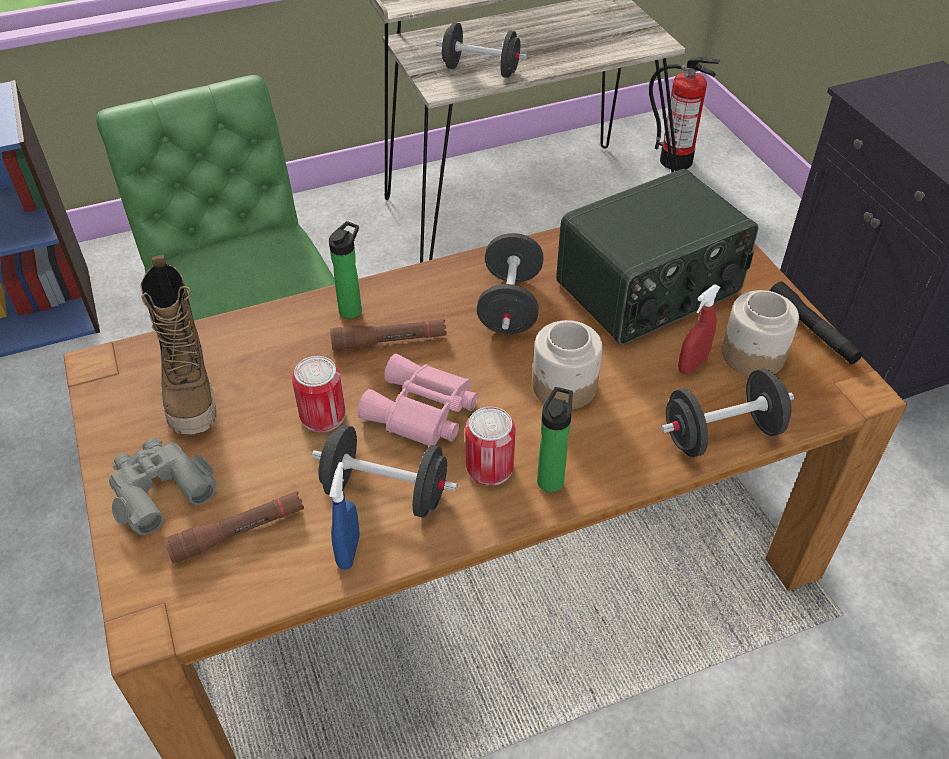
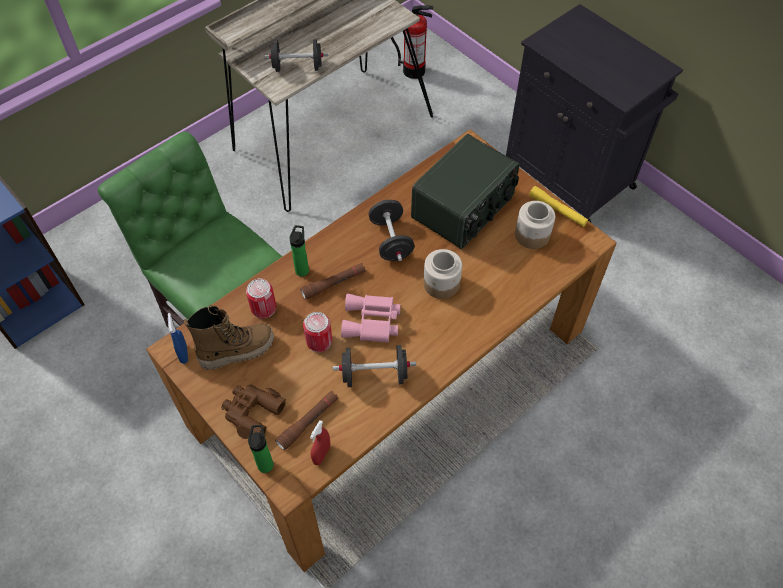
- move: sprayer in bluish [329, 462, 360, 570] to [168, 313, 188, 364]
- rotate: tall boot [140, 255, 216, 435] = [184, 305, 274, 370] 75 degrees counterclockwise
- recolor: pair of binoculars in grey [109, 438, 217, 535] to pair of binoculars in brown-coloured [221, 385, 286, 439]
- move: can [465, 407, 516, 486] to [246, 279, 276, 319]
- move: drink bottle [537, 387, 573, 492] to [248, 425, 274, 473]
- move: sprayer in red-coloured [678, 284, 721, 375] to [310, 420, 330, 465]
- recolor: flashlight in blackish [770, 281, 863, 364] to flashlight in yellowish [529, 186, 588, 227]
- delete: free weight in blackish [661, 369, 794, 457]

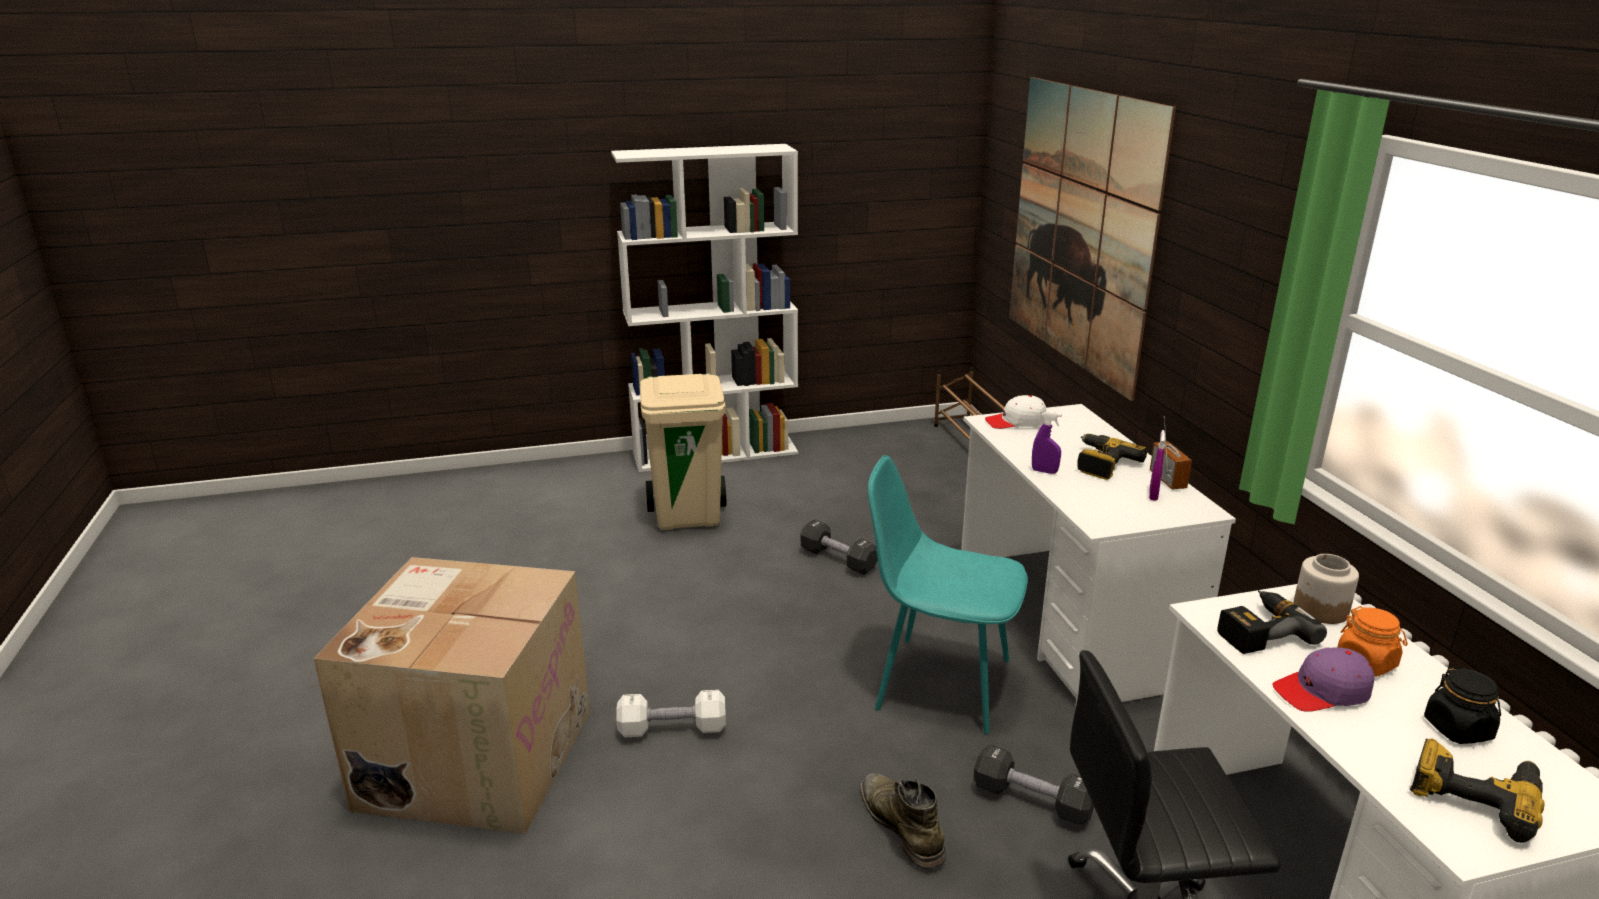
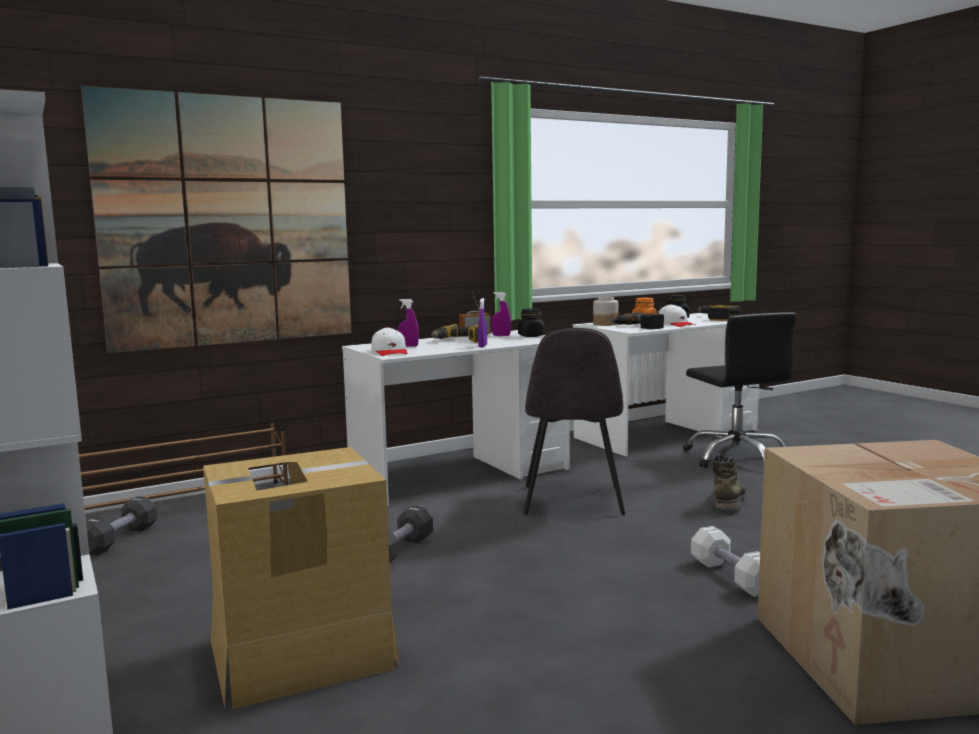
- move: free weight in blackish [974, 744, 1094, 826] to [86, 496, 157, 555]
- replace: rubbish bin in beige-coloured [640, 373, 726, 530] to packing box [203, 447, 400, 710]
- insert: sprayer in purple-coloured [398, 299, 419, 347]
- insert: preserve jar in blackish [518, 308, 545, 337]
- recolor: chair in turquoise-coloured [868, 455, 1028, 734] to chair in grey [524, 328, 625, 515]
- recolor: cap in purple-coloured [1272, 647, 1375, 712] to cap in white [658, 304, 695, 327]
- rotate: tall boot in green [861, 773, 946, 870] = [713, 454, 746, 510] 150 degrees clockwise

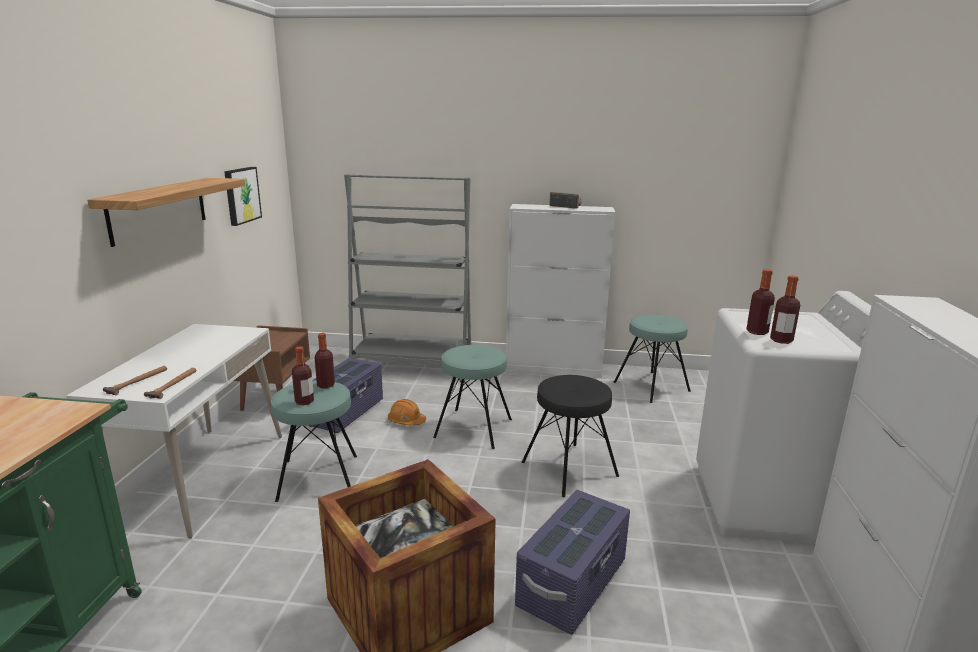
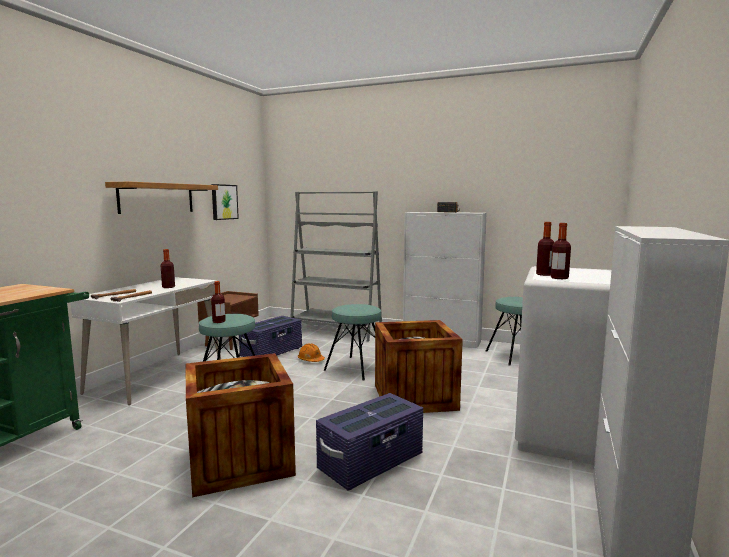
- move: drink bottle [314, 333, 335, 389] to [160, 249, 175, 288]
- replace: stool in blackish [522, 375, 619, 497] to shipping crate [375, 320, 463, 413]

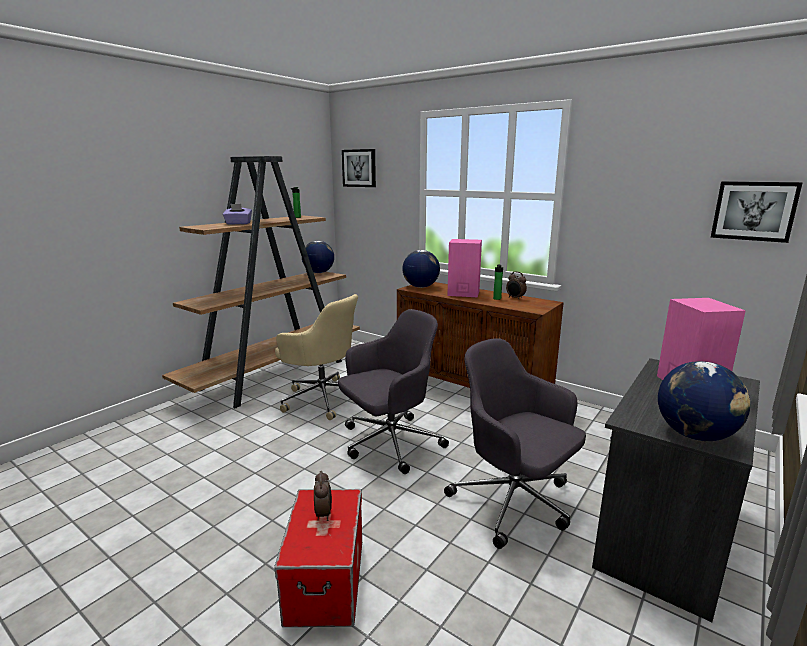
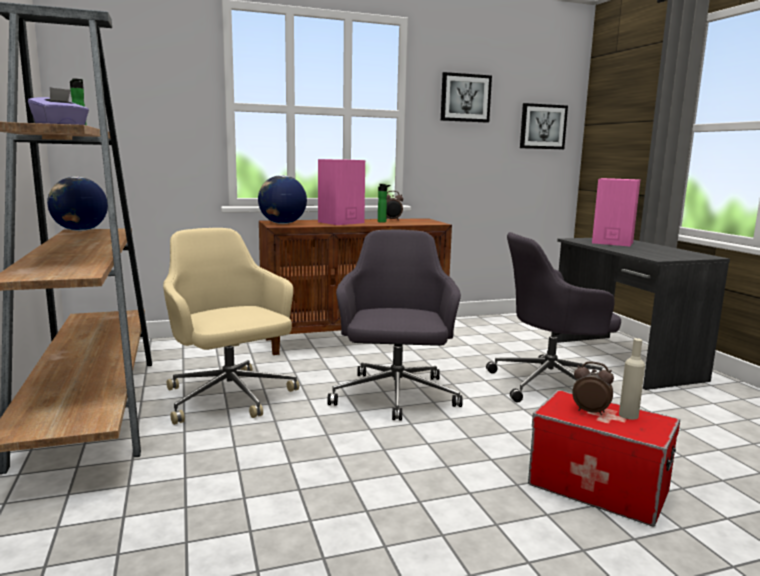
- rotate: office chair in beige-coloured [275, 294, 358, 420] = [163, 228, 299, 425] 105 degrees counterclockwise
- move: picture [342, 149, 376, 187] to [441, 72, 492, 123]
- insert: drink bottle in beige-coloured [619, 338, 645, 420]
- delete: desk globe [658, 361, 750, 441]

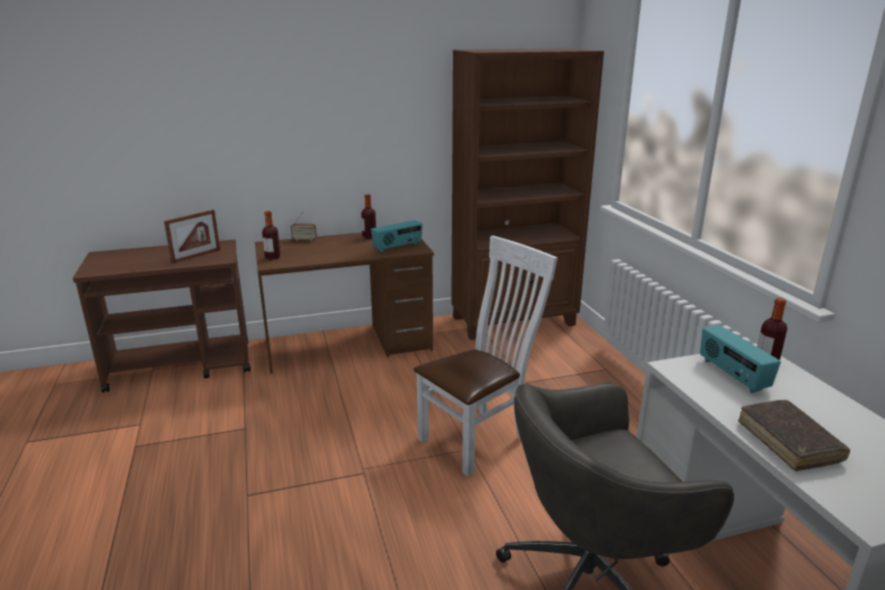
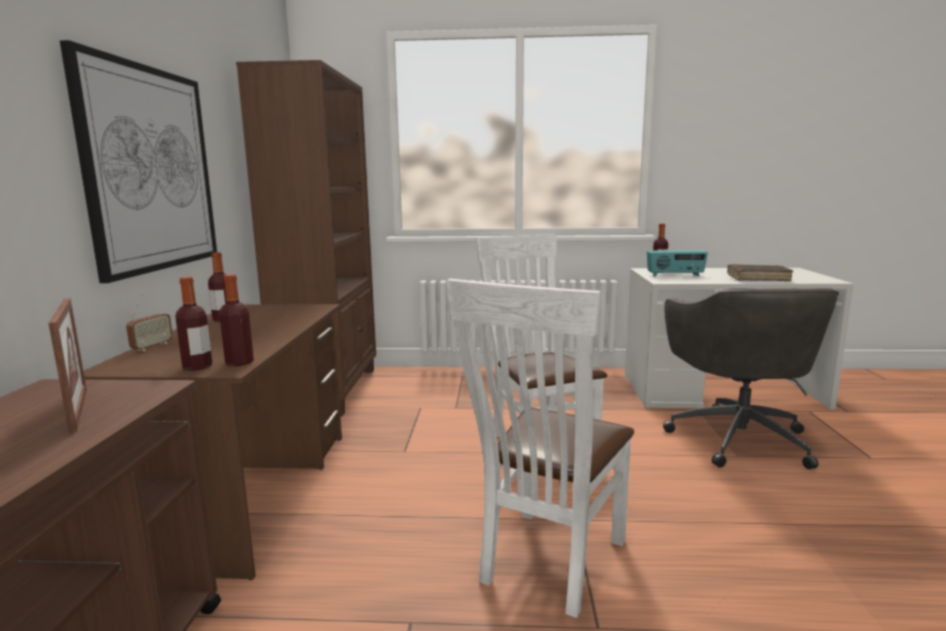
- insert: picture [60, 40, 217, 283]
- insert: drink bottle [219, 274, 254, 366]
- insert: chair in white [446, 279, 634, 618]
- delete: radio [371, 220, 423, 253]

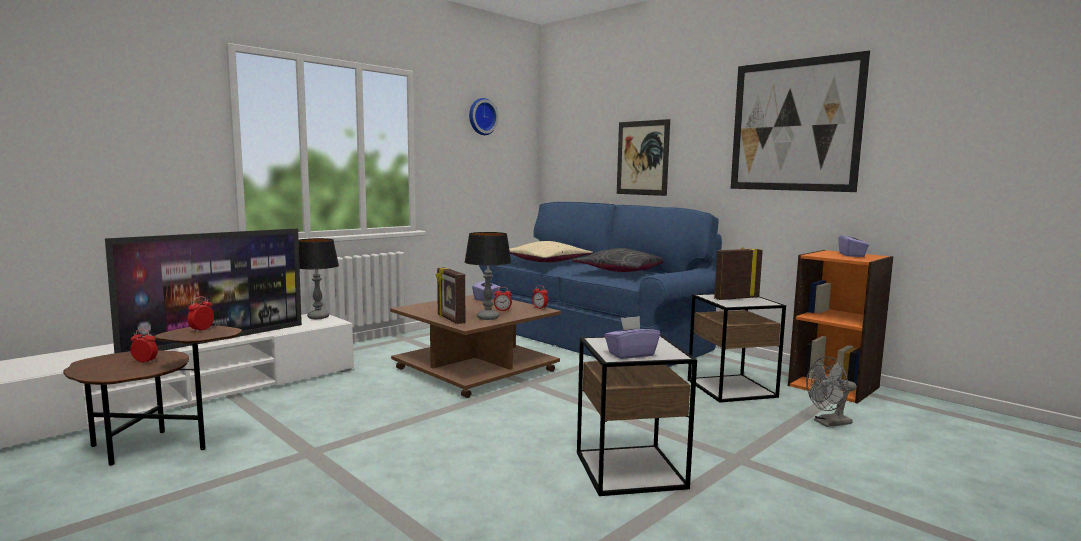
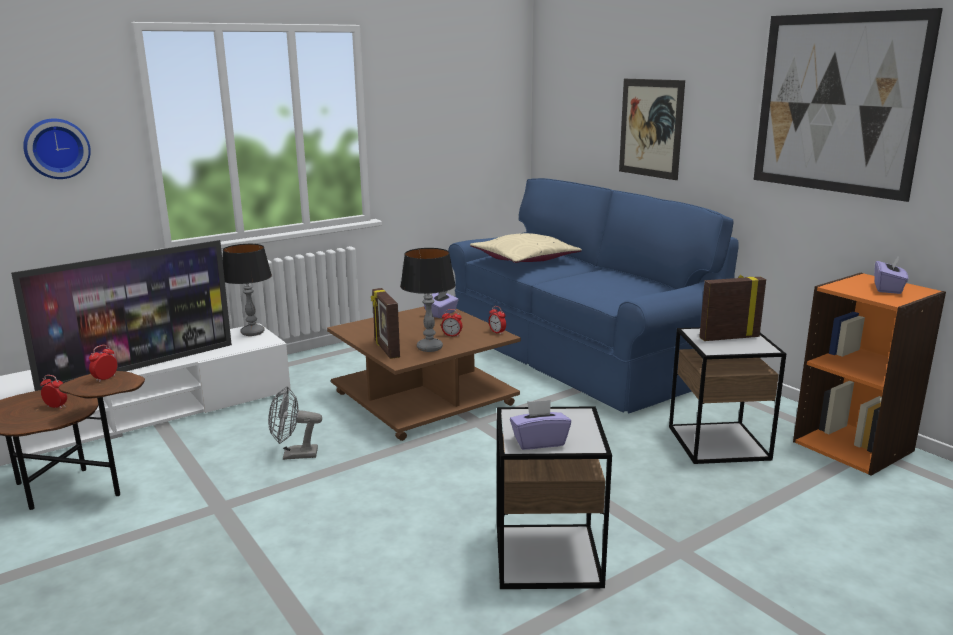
- move: clock on the wall [469, 98, 499, 135] to [23, 118, 91, 179]
- move: electric fan in grey [806, 357, 857, 427] to [268, 386, 322, 460]
- delete: cushion in grey [572, 248, 663, 272]

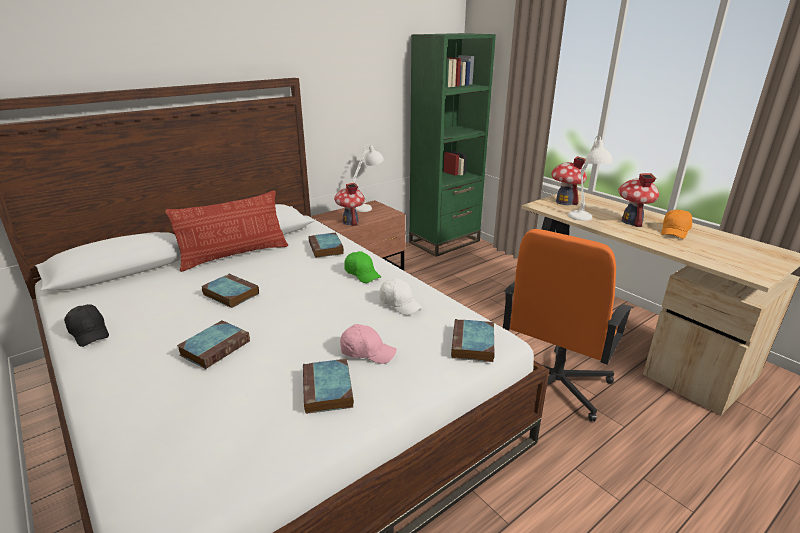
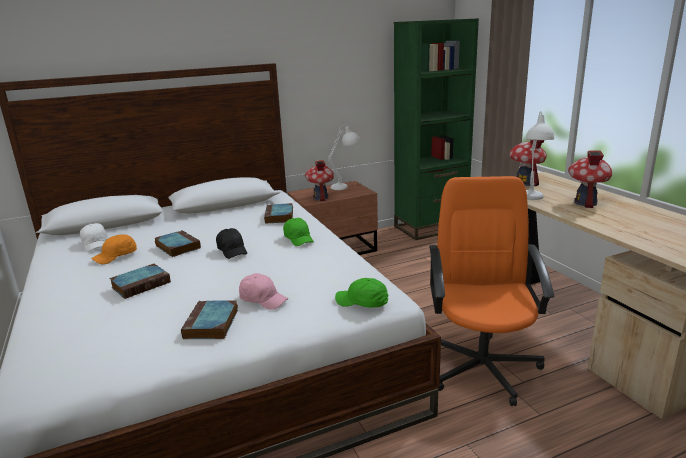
- move: cap in white [379, 278, 423, 315] to [80, 223, 108, 252]
- move: cap in orange-coloured [661, 210, 692, 239] to [91, 234, 137, 264]
- move: cap in blackish [64, 304, 109, 347] to [216, 228, 247, 259]
- replace: volume [451, 319, 495, 362] to cap in green [335, 278, 388, 308]
- rotate: office chair in orange-coloured [503, 229, 633, 421] = [429, 176, 554, 406] 135 degrees clockwise
- delete: cushion [165, 190, 288, 272]

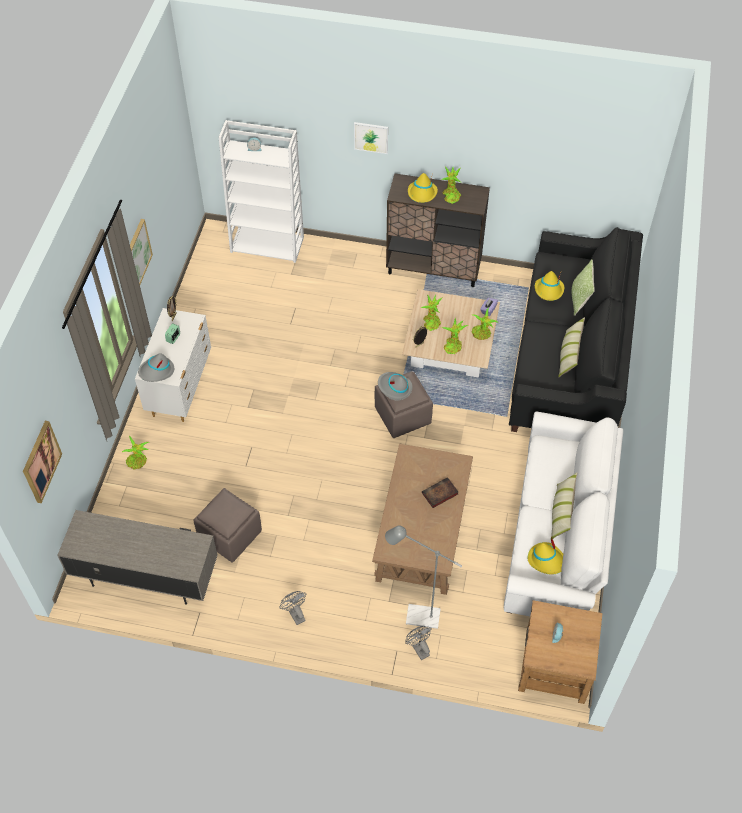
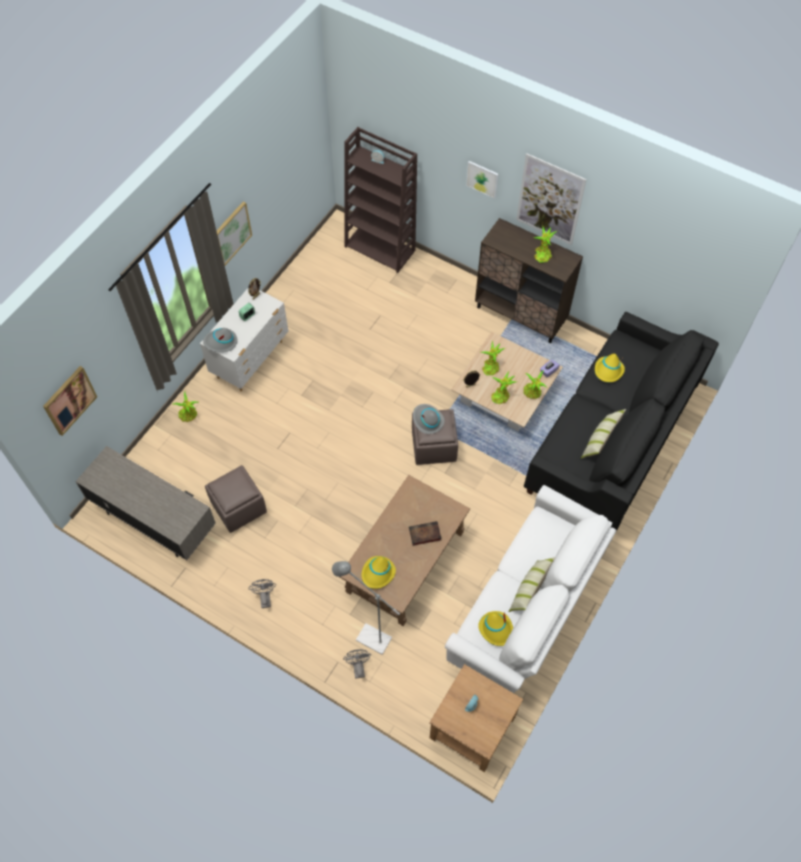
- recolor: bookshelf in white [219, 120, 304, 263] to bookshelf in brown-coloured [344, 127, 417, 273]
- move: hat in yellowish [408, 173, 438, 203] to [362, 556, 396, 589]
- insert: picture [516, 153, 587, 245]
- delete: cushion [572, 259, 595, 316]

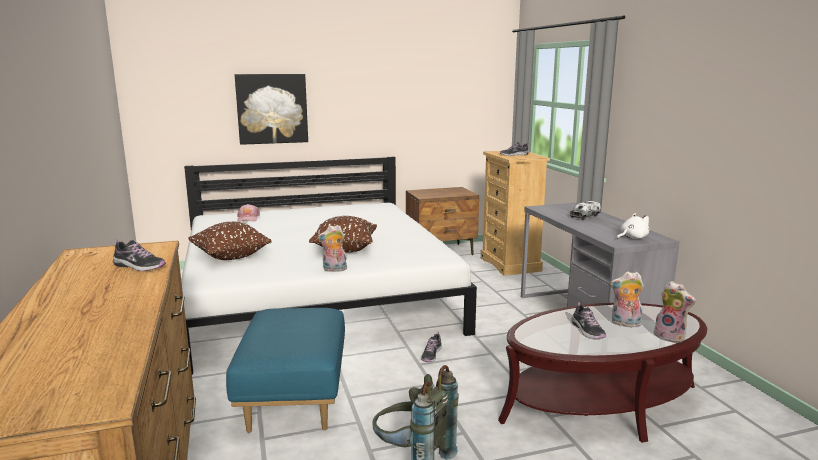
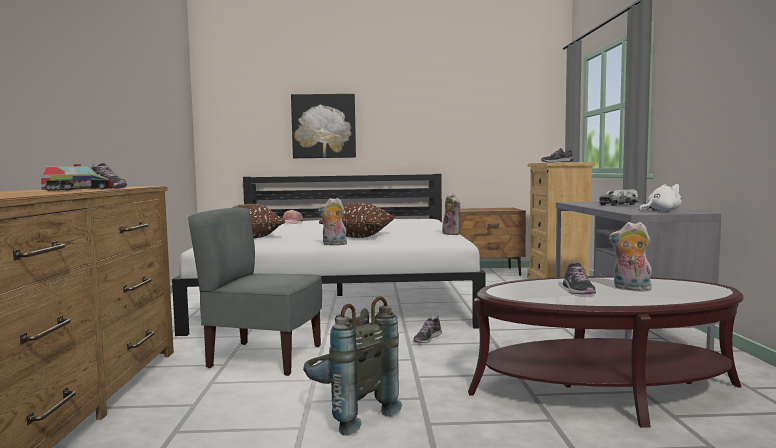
- insert: toy truck [41, 164, 115, 191]
- replace: ottoman in bluish [226, 308, 345, 433] to chair in grey [188, 208, 322, 376]
- move: plush toy [652, 281, 696, 343] to [442, 193, 460, 235]

